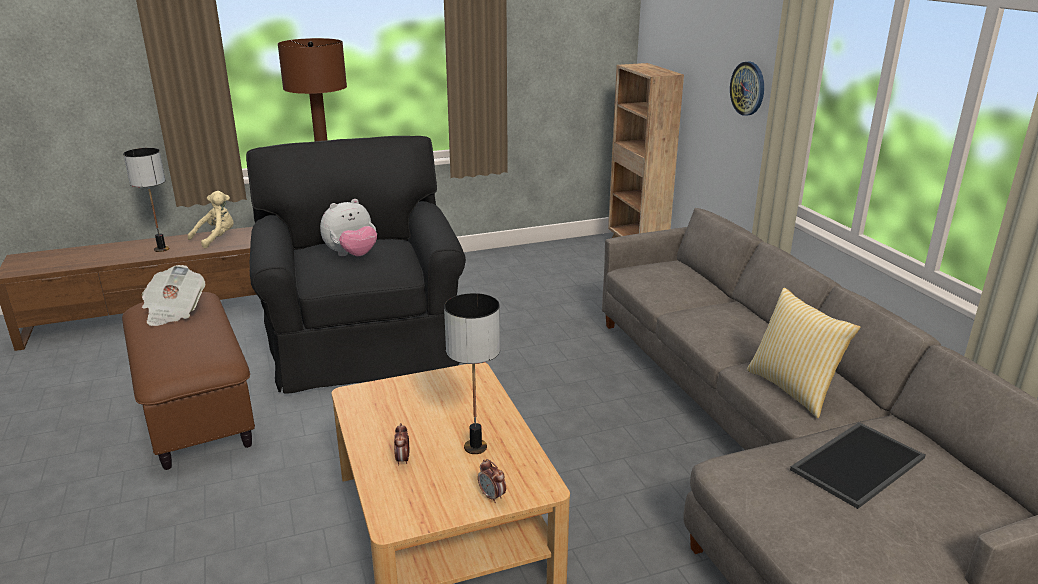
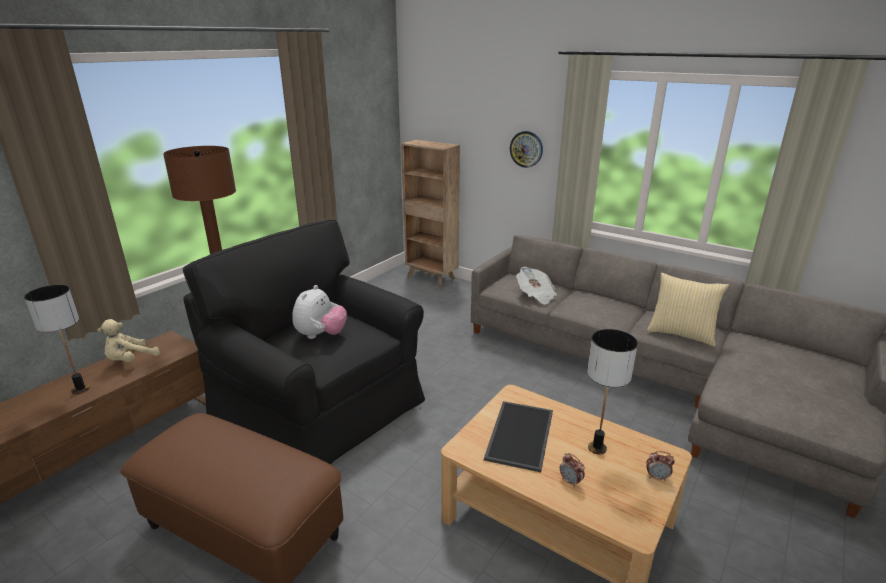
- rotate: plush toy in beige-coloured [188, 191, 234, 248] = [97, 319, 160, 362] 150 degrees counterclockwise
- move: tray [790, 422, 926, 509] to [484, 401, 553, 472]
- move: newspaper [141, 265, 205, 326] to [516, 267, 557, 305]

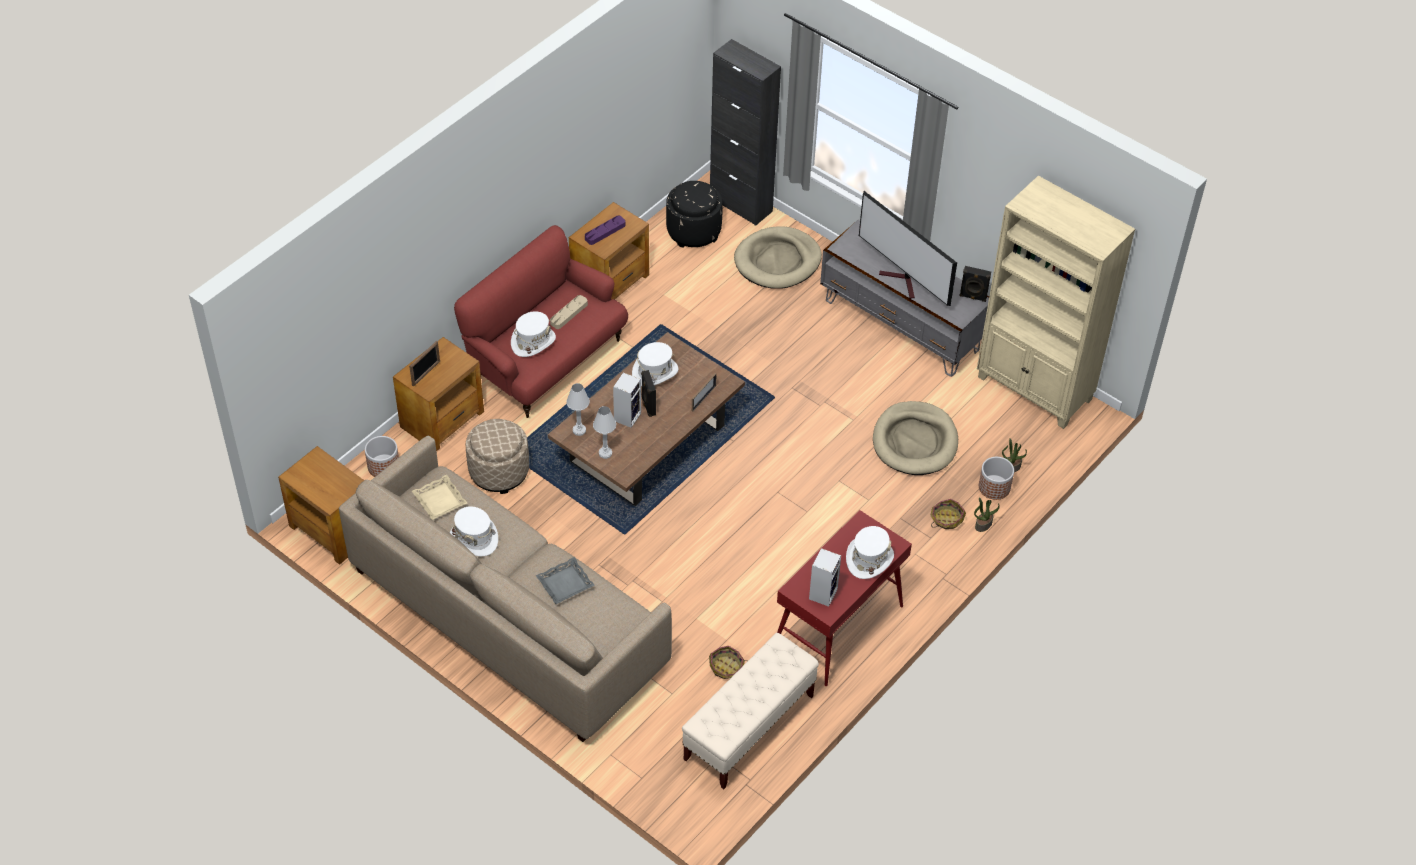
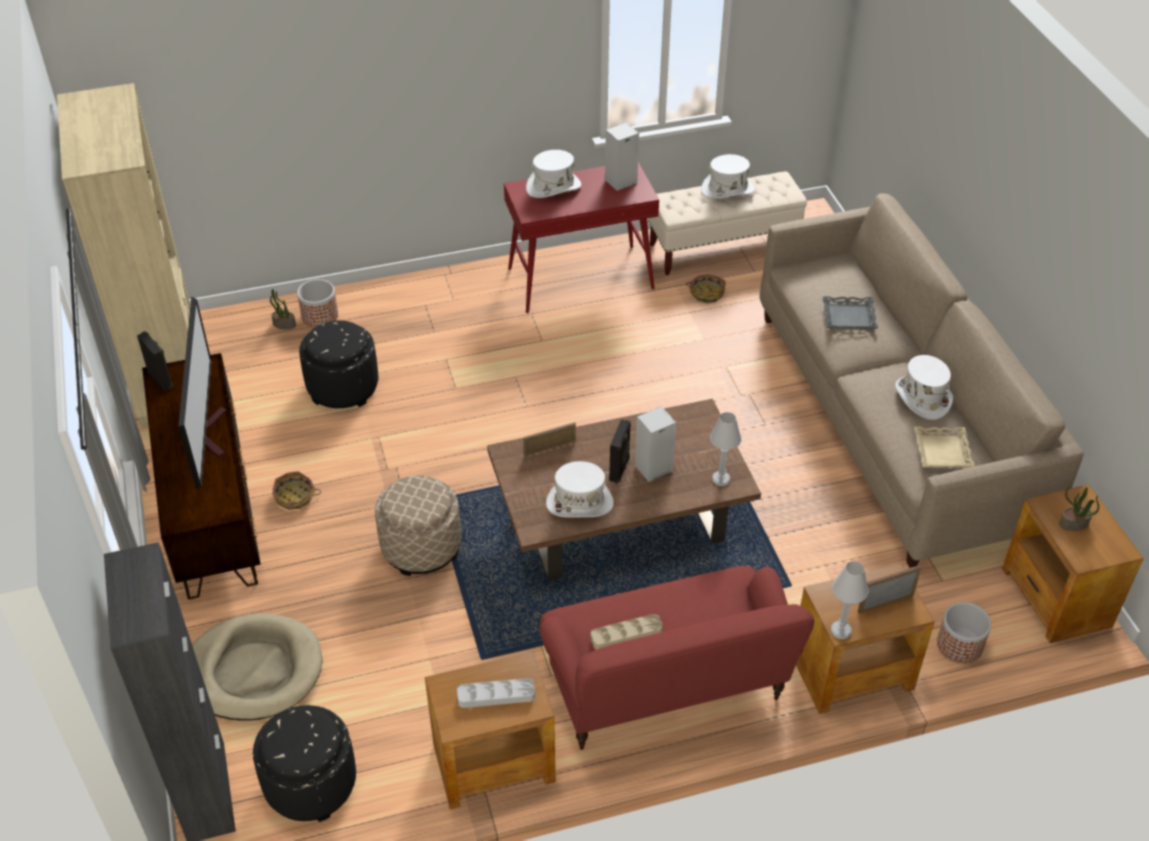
- recolor: media console in grey [820, 220, 989, 377] to media console in brown-coloured [142, 353, 261, 599]
- move: basket [930, 499, 966, 529] to [273, 471, 321, 510]
- replace: dog bed in beige-coloured [873, 401, 958, 475] to ottoman in blackish [299, 320, 379, 408]
- move: ottoman in beige-coloured [466, 419, 529, 494] to [375, 475, 461, 576]
- recolor: tray in purple-coloured [585, 215, 625, 245] to tray in grey [457, 678, 535, 708]
- move: hat in white [511, 311, 556, 357] to [701, 154, 754, 199]
- move: table lamp in white [593, 406, 616, 459] to [831, 561, 868, 639]
- move: houseplant [974, 497, 1000, 532] to [1059, 486, 1099, 531]

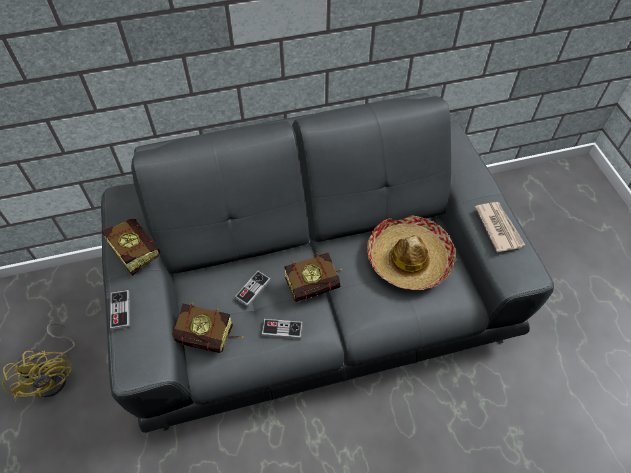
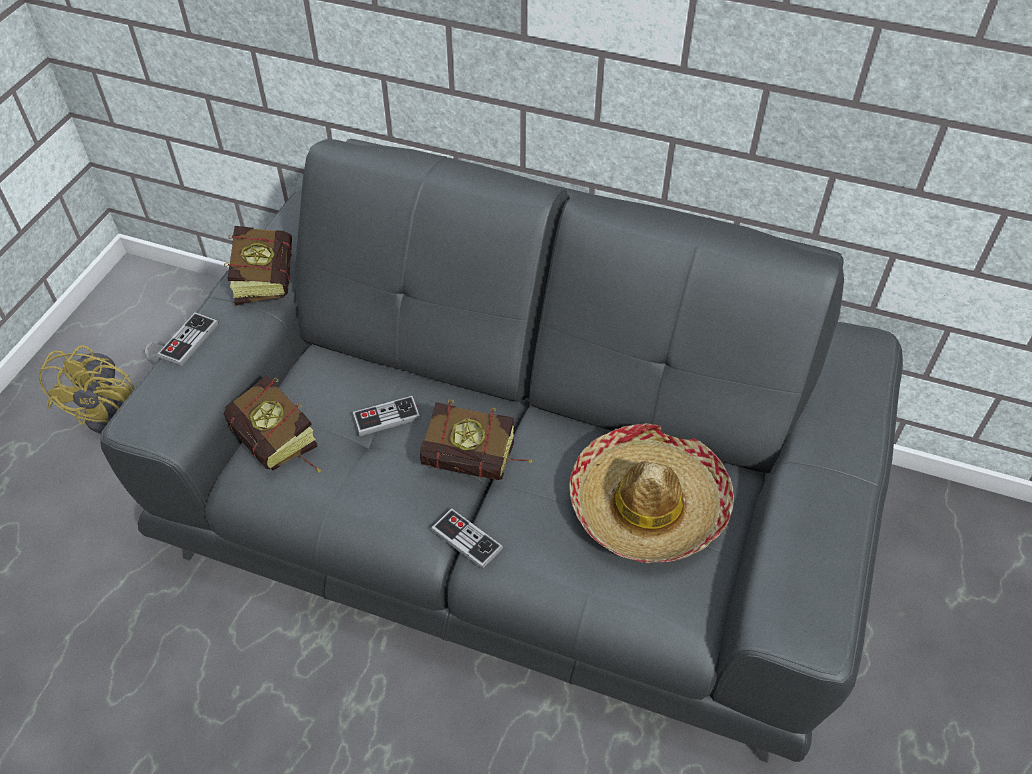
- move: game controller [261, 319, 303, 339] to [431, 508, 503, 570]
- delete: newspaper [475, 202, 525, 253]

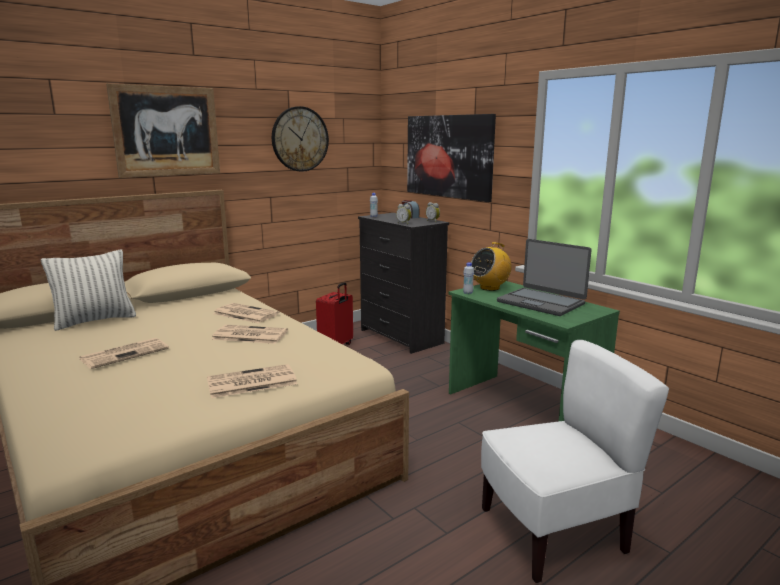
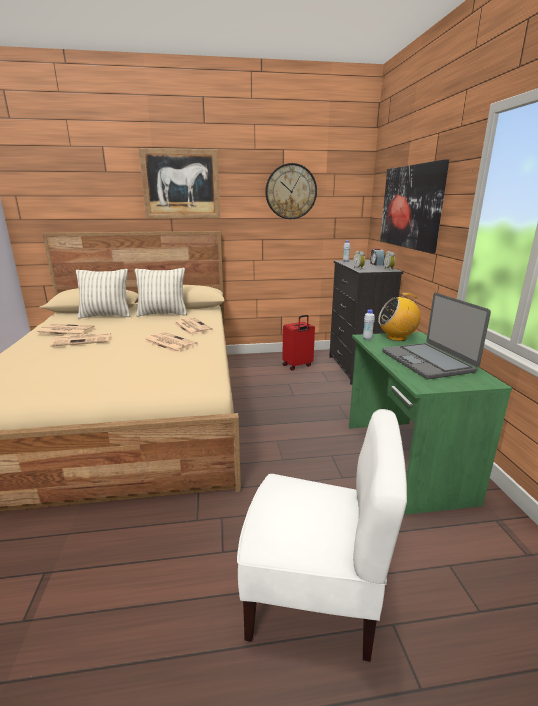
- move: newspaper [207, 364, 297, 398] to [36, 324, 95, 335]
- insert: cushion [135, 268, 187, 316]

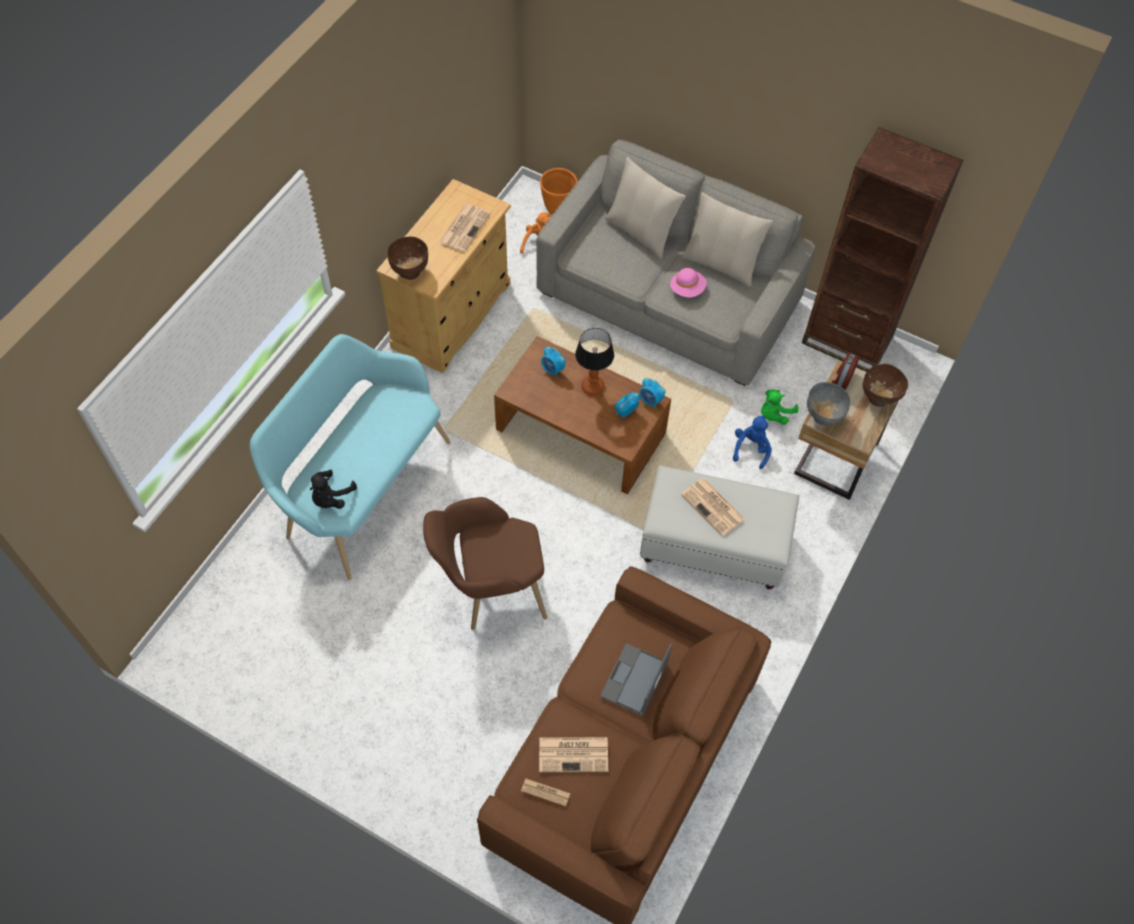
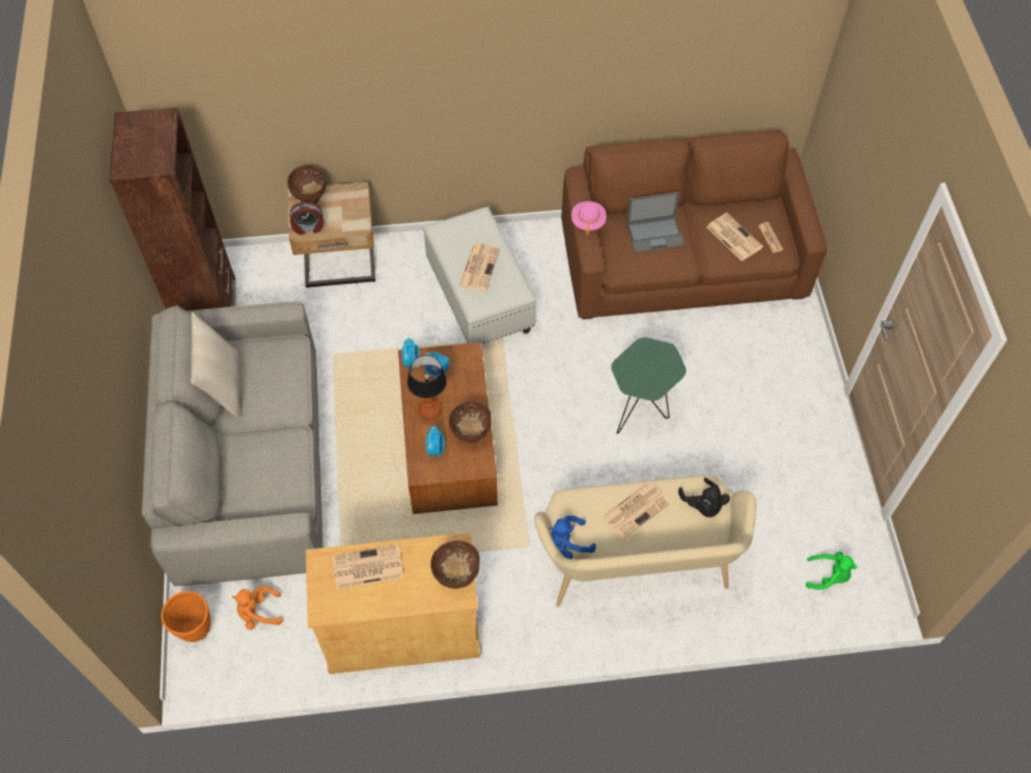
- insert: deep dish in brown-coloured [449, 401, 491, 443]
- recolor: bench in turquoise-coloured [250, 334, 451, 580] to bench in beige-coloured [534, 475, 756, 607]
- move: plush toy in bluish [733, 415, 772, 469] to [549, 515, 596, 559]
- move: hat in pink-coloured [670, 268, 707, 297] to [571, 201, 606, 236]
- insert: newspaper [602, 482, 670, 539]
- replace: armchair in brown-coloured [423, 497, 547, 630] to side table in green [611, 337, 686, 434]
- rotate: plush toy in blackish [309, 469, 357, 509] = [678, 478, 730, 517] 75 degrees clockwise
- move: plush toy in green [761, 389, 798, 425] to [806, 551, 857, 590]
- delete: cushion in beige-coloured [605, 157, 686, 259]
- delete: deep dish in grey [807, 382, 850, 426]

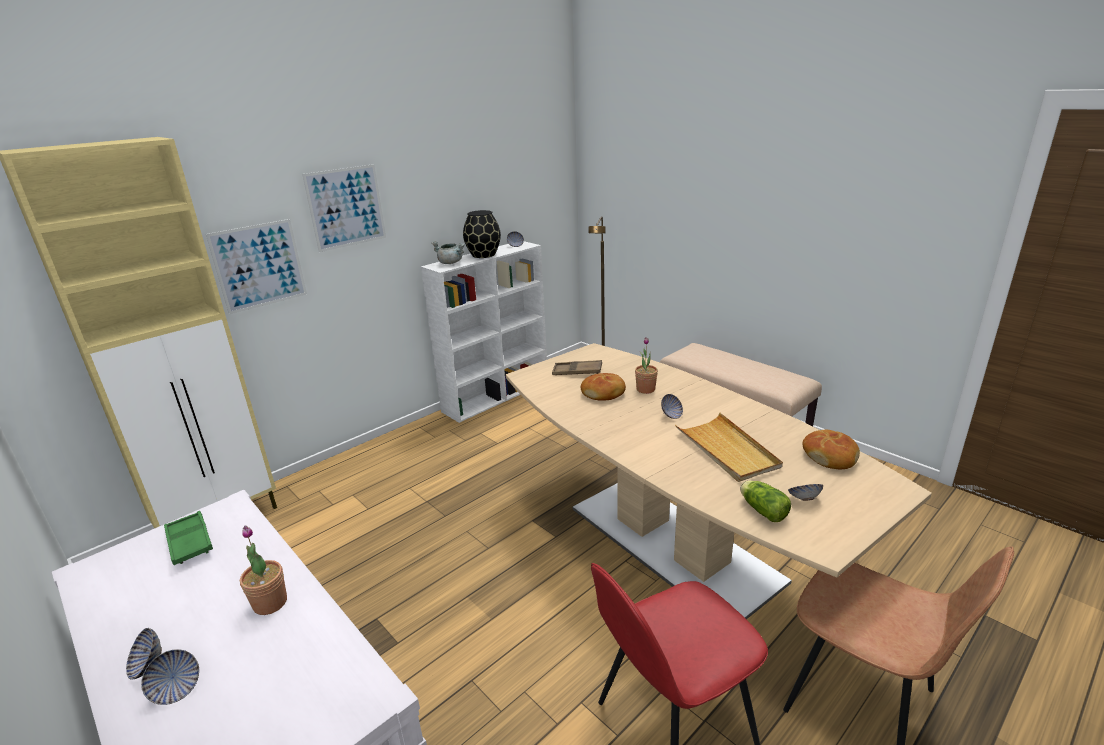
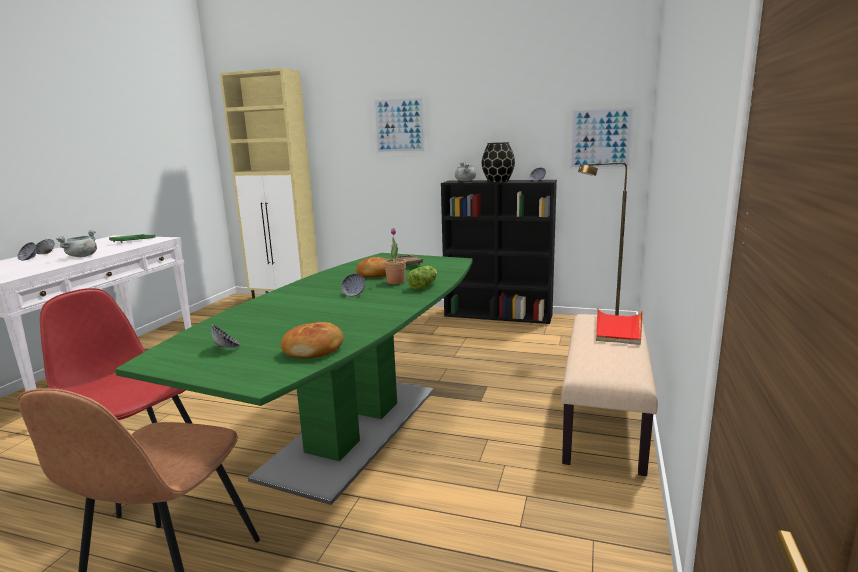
- replace: houseplant [240, 526, 287, 615] to stockpot in grey [57, 230, 97, 257]
- recolor: kitchen table in beige-coloured [506, 343, 932, 619] to kitchen table in green [115, 253, 473, 505]
- move: lettuce head [740, 481, 791, 522] to [407, 266, 437, 290]
- recolor: bookshelf in white [421, 241, 547, 423] to bookshelf in blackish [441, 180, 557, 324]
- move: picture [206, 219, 307, 314] to [570, 106, 635, 169]
- insert: tray in red-coloured [596, 307, 643, 345]
- delete: tray in beige-coloured [675, 413, 783, 482]

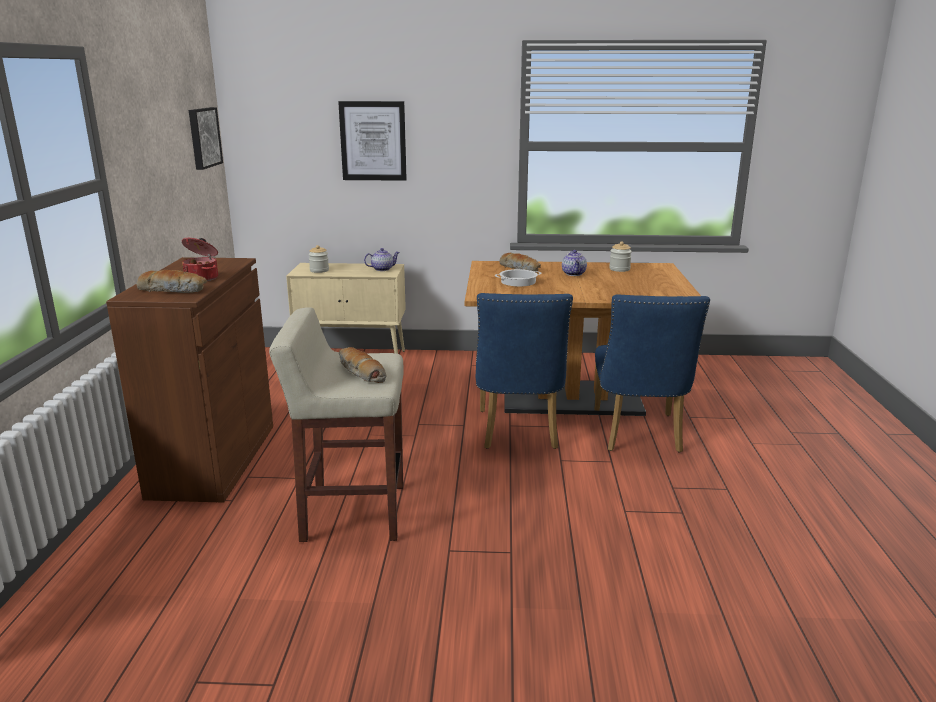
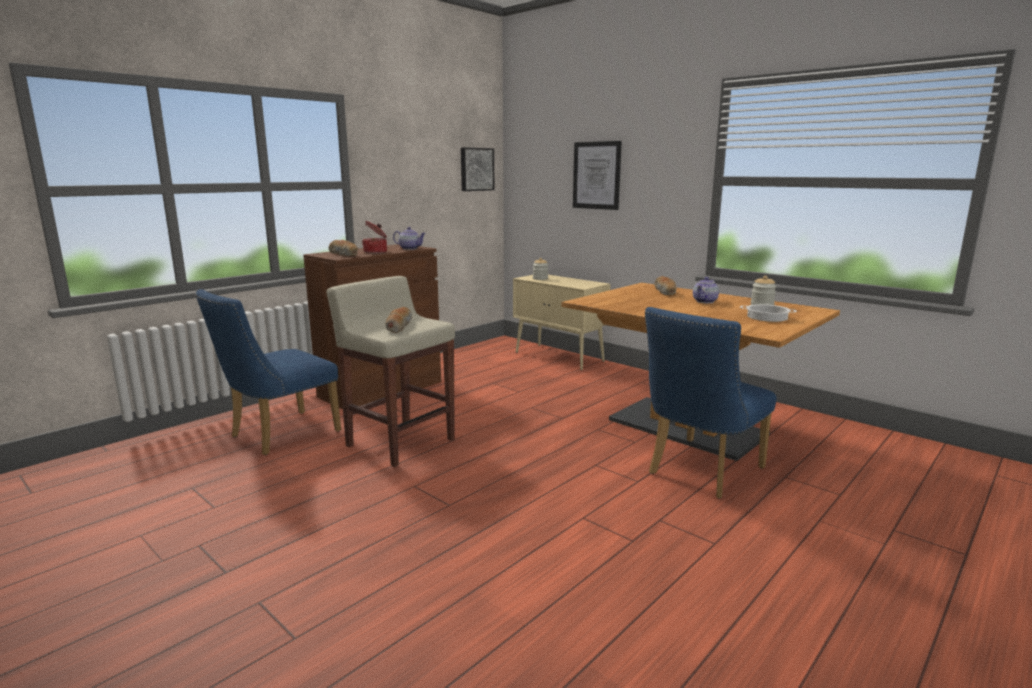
- move: chair in bluish [476, 293, 573, 449] to [196, 289, 341, 455]
- move: pot for tea [364, 248, 400, 271] to [393, 227, 426, 250]
- move: stockpot [495, 269, 542, 287] to [740, 304, 797, 322]

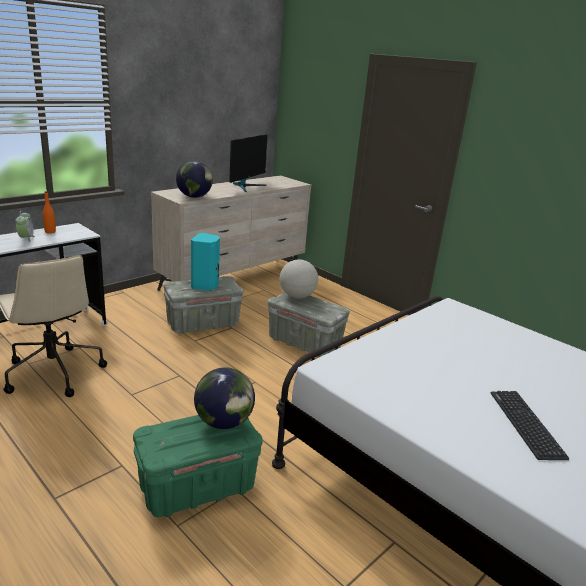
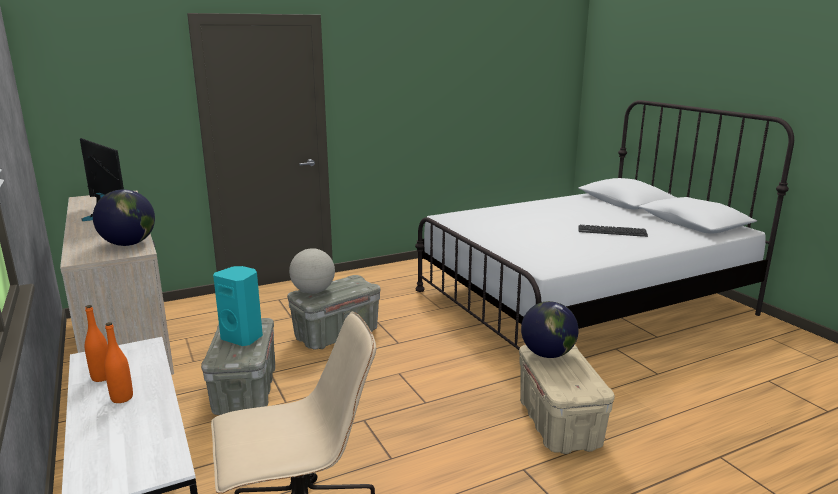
- replace: bedside clock [16, 211, 35, 242] to drink bottle in orange-coloured [104, 322, 133, 403]
- recolor: storage bin in green [133, 415, 263, 517] to storage bin in beige-coloured [519, 345, 615, 454]

